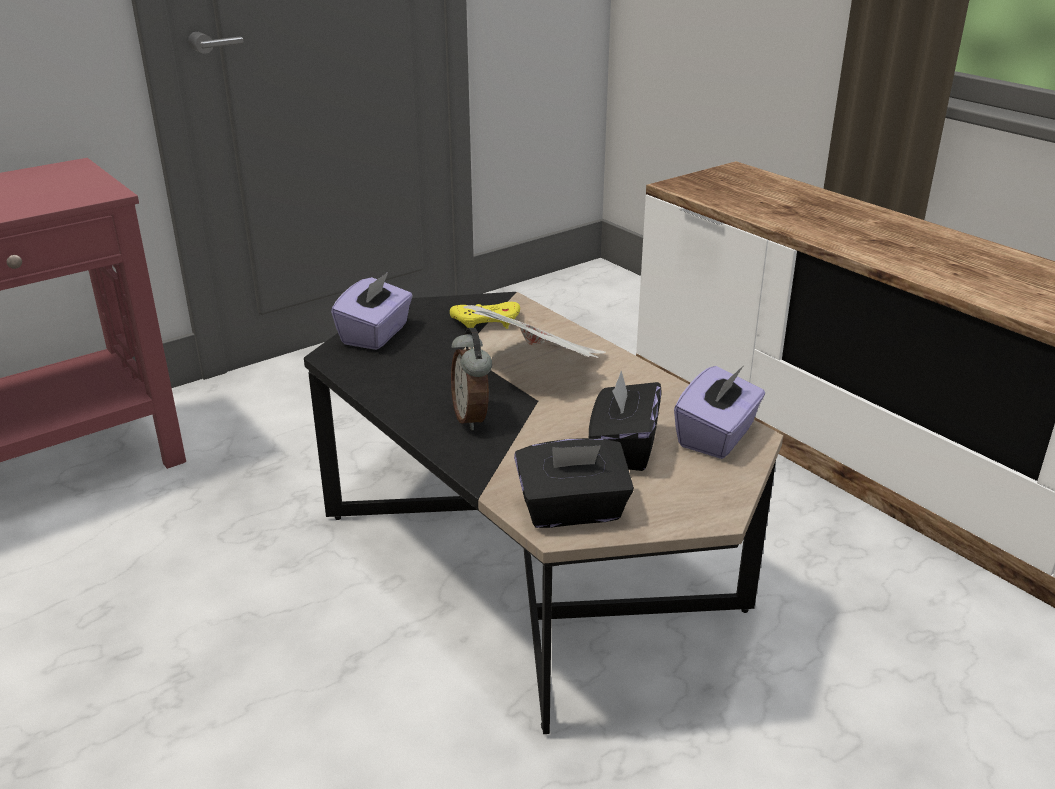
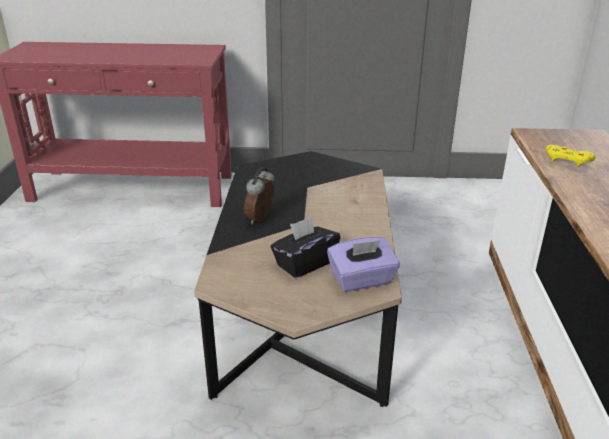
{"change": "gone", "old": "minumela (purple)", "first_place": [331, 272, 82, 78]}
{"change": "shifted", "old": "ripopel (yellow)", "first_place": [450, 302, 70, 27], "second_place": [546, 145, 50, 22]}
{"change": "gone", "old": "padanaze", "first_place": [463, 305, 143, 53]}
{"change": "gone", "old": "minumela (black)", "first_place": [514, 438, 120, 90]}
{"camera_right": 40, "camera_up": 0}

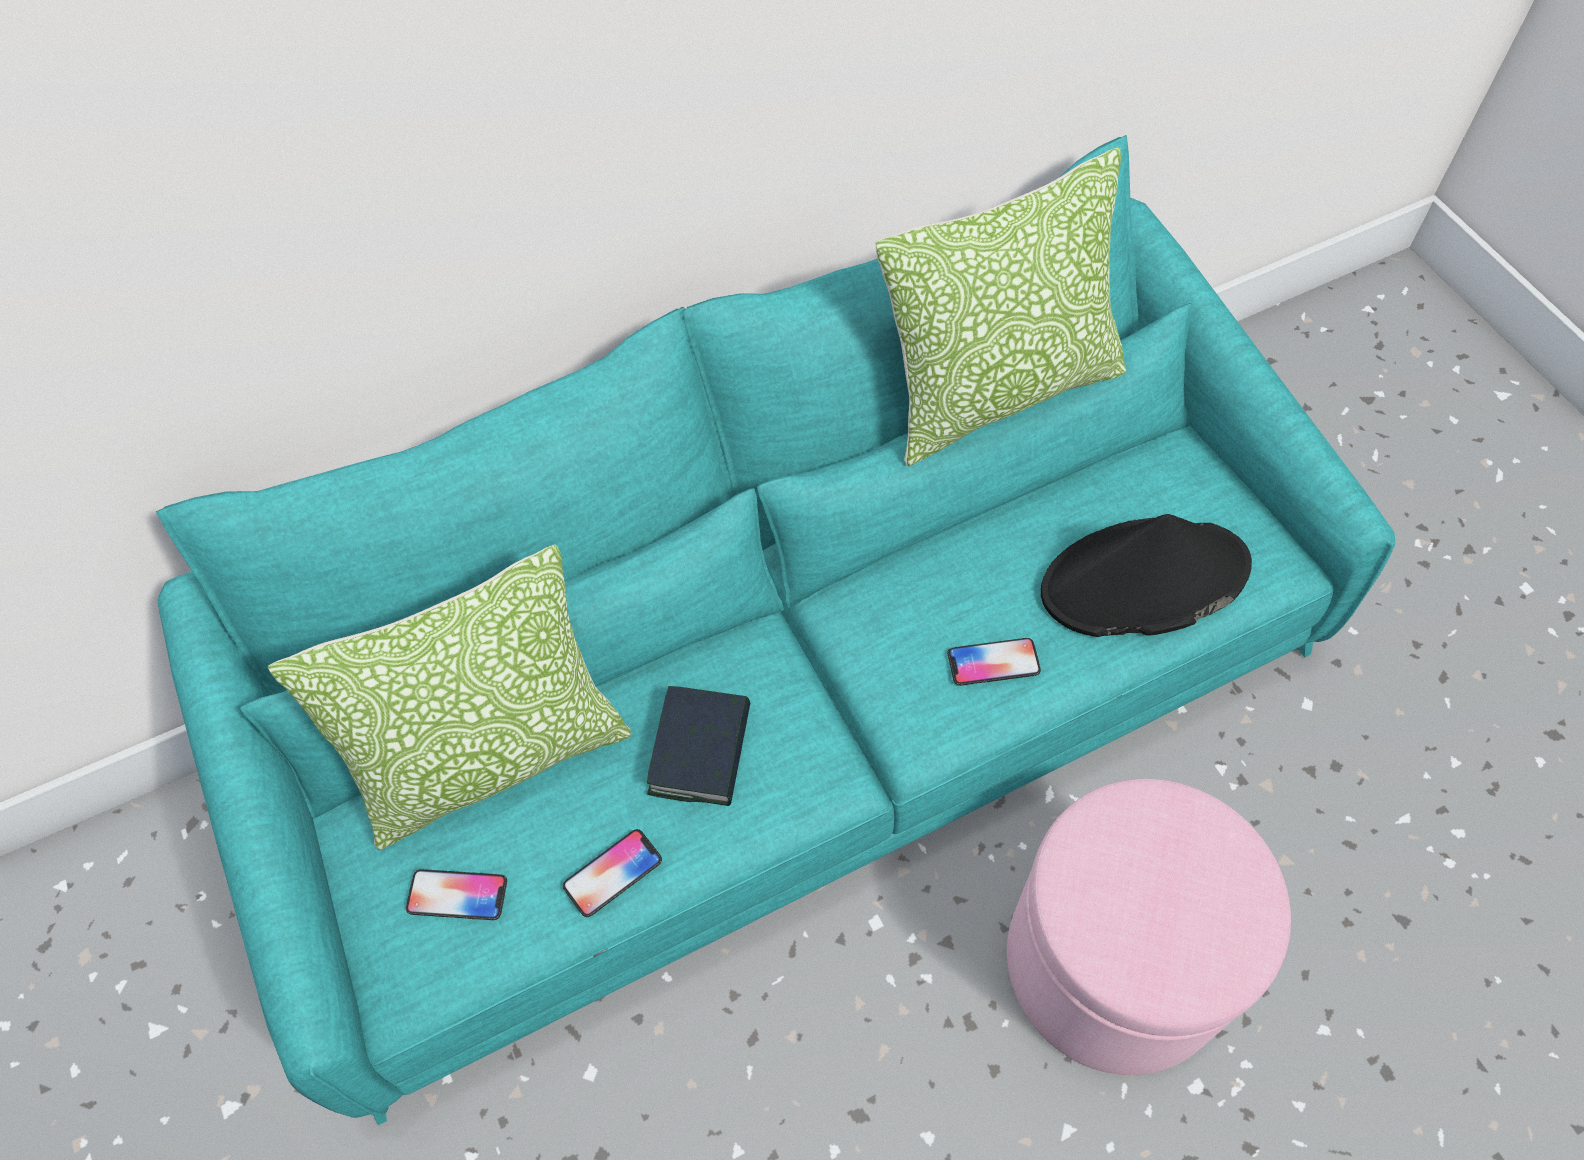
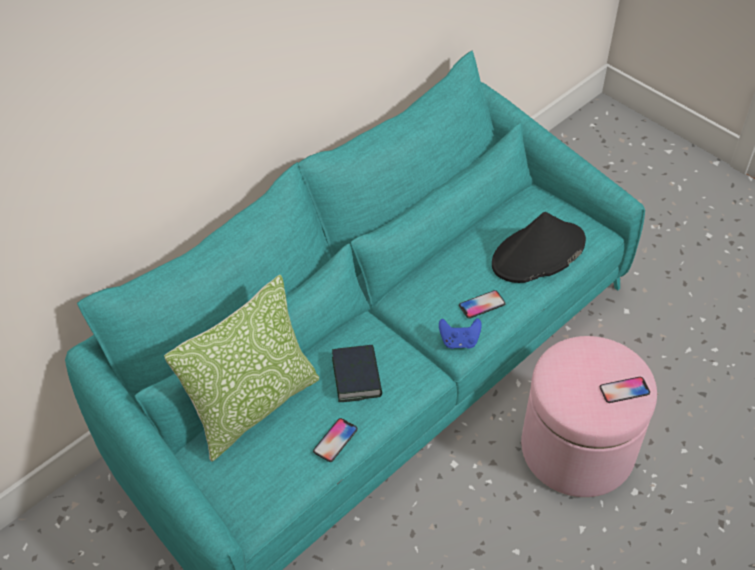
{"change": "shifted", "old": "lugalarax", "first_place": [406, 869, 101, 51], "second_place": [600, 377, 50, 26]}
{"change": "gone", "old": "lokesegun", "first_place": [875, 147, 251, 319]}
{"change": "new", "new": "ripopel (blue)", "second_place": [439, 318, 43, 31]}
{"camera_right": -20, "camera_up": -10}

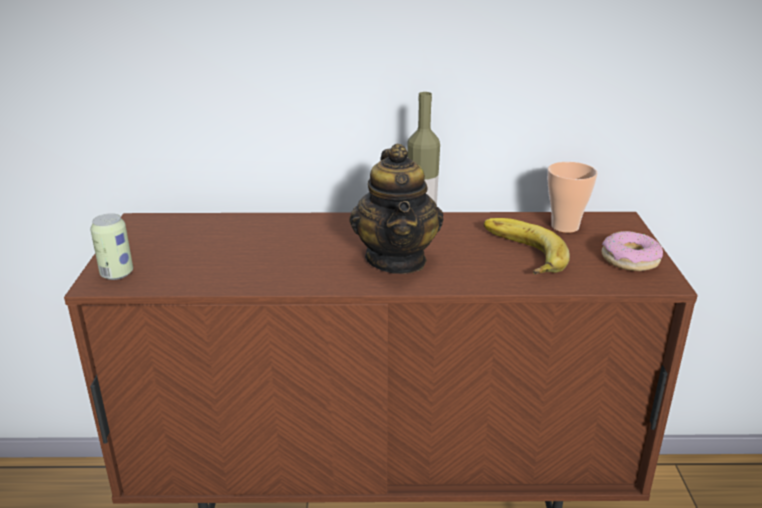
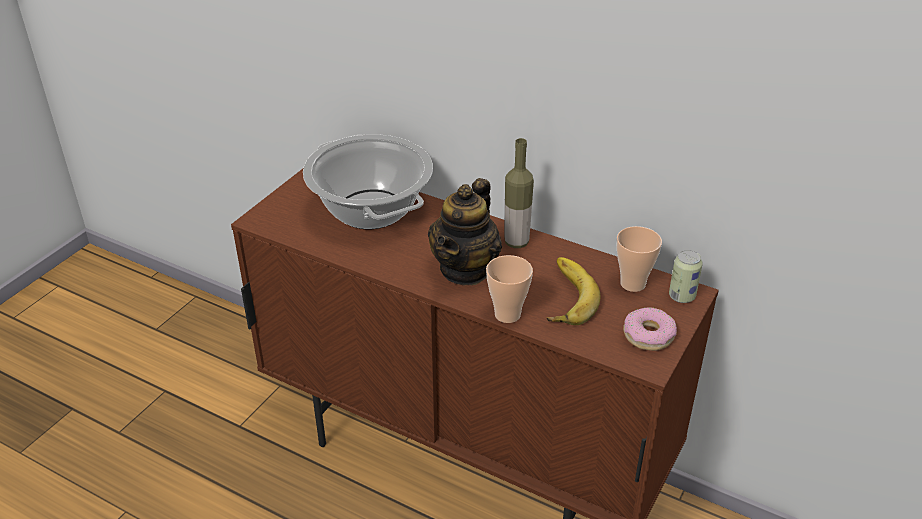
{"change": "shifted", "old": "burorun", "first_place": [90, 213, 43, 67], "second_place": [669, 250, 34, 53]}
{"change": "new", "new": "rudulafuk", "second_place": [303, 134, 130, 95]}
{"change": "new", "new": "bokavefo", "second_place": [486, 255, 47, 68]}
{"camera_right": 30, "camera_up": 10}

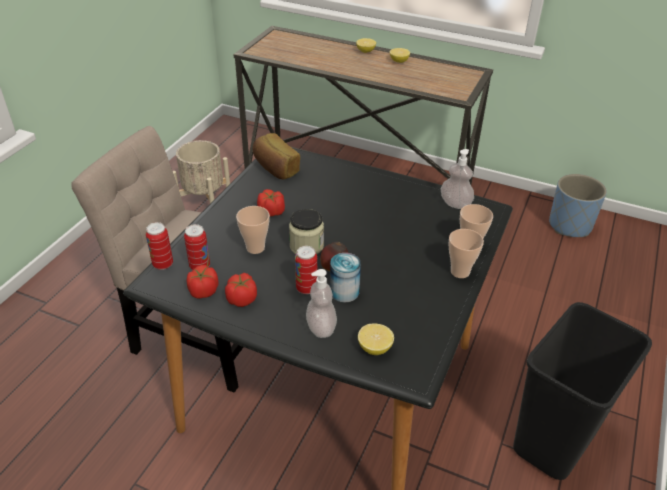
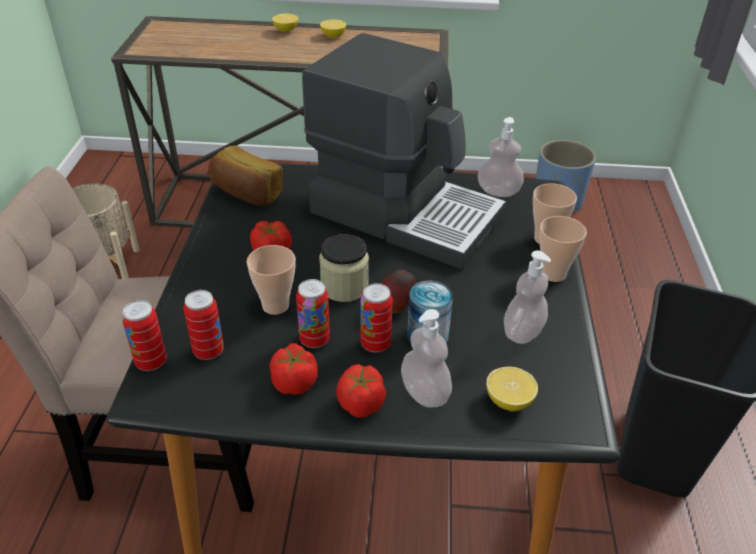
{"change": "shifted", "old": "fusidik", "first_place": [186, 265, 33, 34], "second_place": [337, 364, 49, 54]}
{"change": "new", "new": "burorun", "second_place": [296, 279, 34, 69]}
{"change": "new", "new": "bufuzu", "second_place": [302, 33, 204, 236]}
{"change": "new", "new": "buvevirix", "second_place": [504, 251, 47, 93]}
{"camera_right": -20, "camera_up": 0}

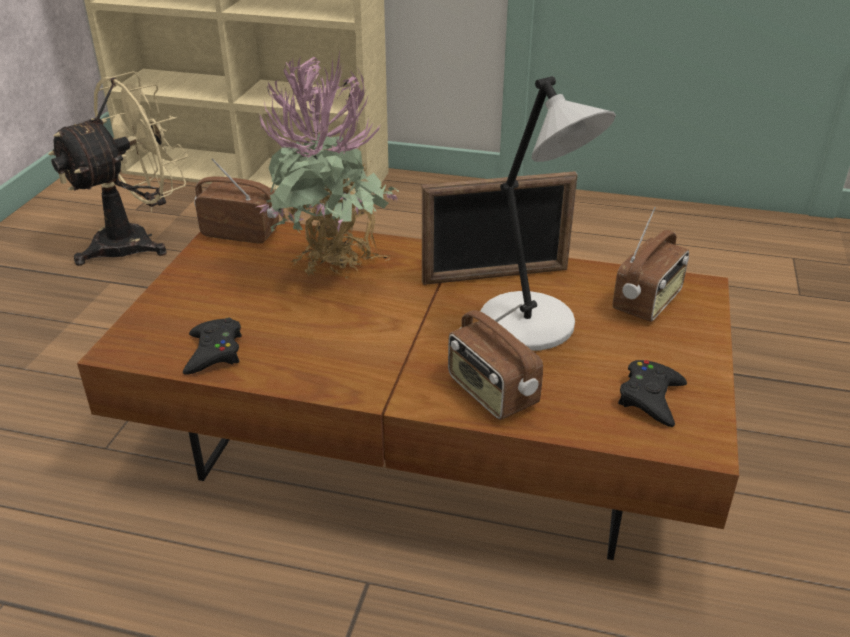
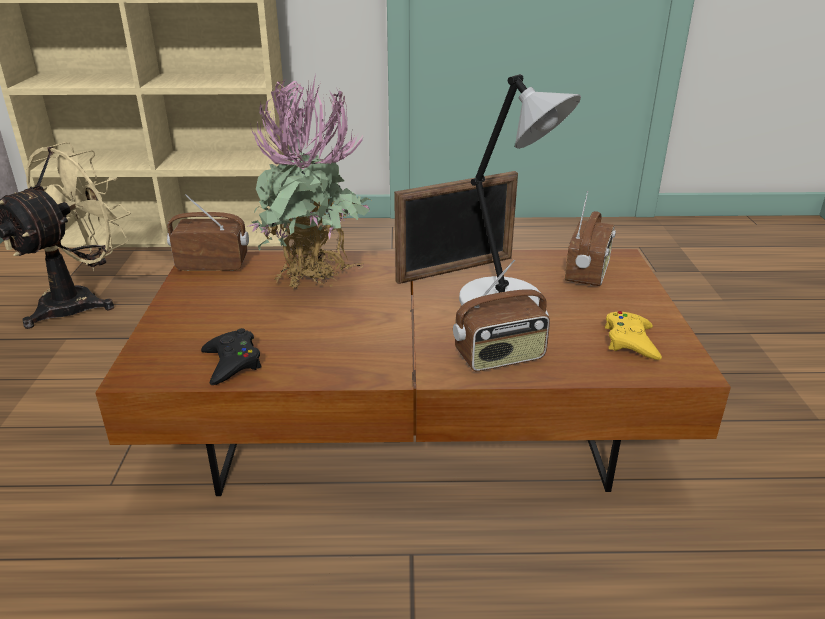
{"change": "rotated", "old": "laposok", "first_place": [448, 303, 95, 117], "second_place": [453, 260, 97, 111], "degrees": -60}
{"change": "repainted", "old": "ripopel (black)", "new": "ripopel (yellow)", "first_place": [618, 360, 69, 67], "second_place": [605, 311, 57, 49]}
{"camera_right": -15, "camera_up": -5}

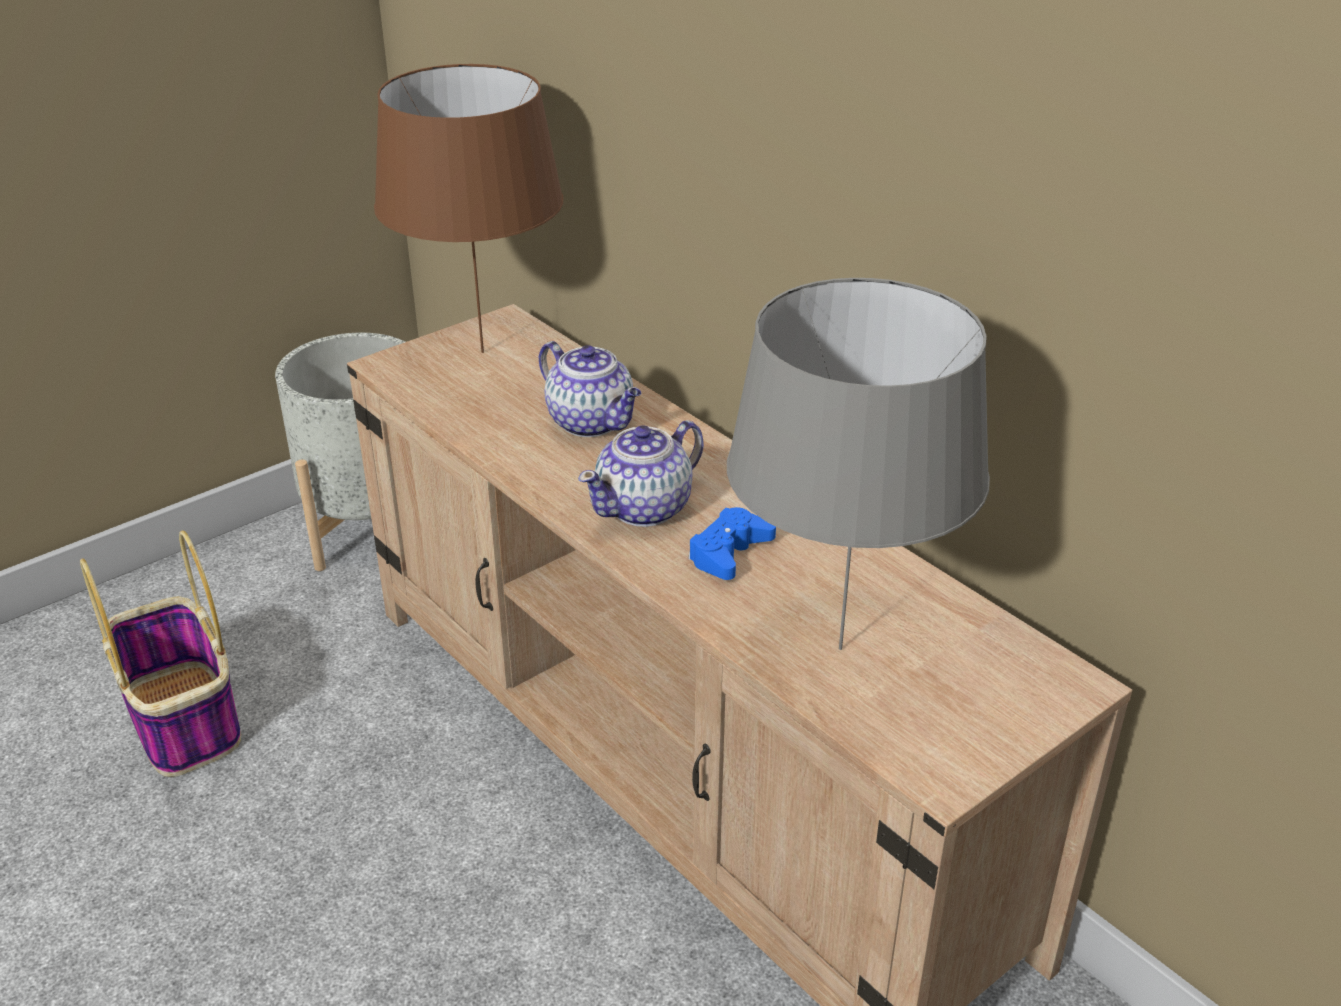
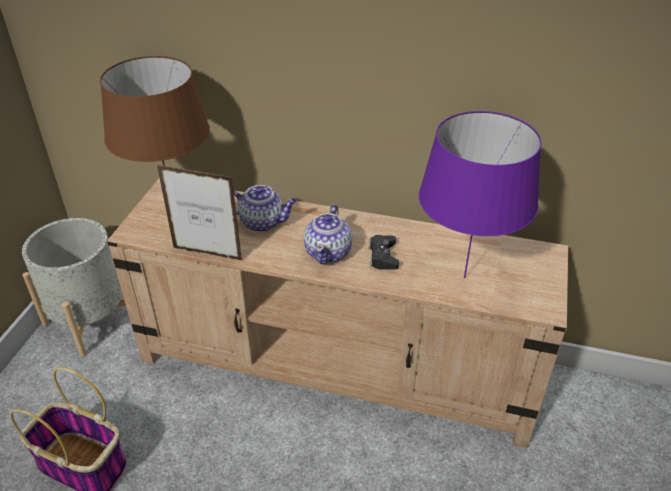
{"change": "repainted", "old": "ripopel (blue)", "new": "ripopel (black)", "first_place": [688, 507, 88, 73], "second_place": [369, 235, 30, 34]}
{"change": "repainted", "old": "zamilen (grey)", "new": "zamilen (purple)", "first_place": [727, 278, 263, 372], "second_place": [419, 111, 123, 167]}
{"change": "new", "new": "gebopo", "second_place": [157, 165, 85, 95]}
{"camera_right": -35, "camera_up": 5}

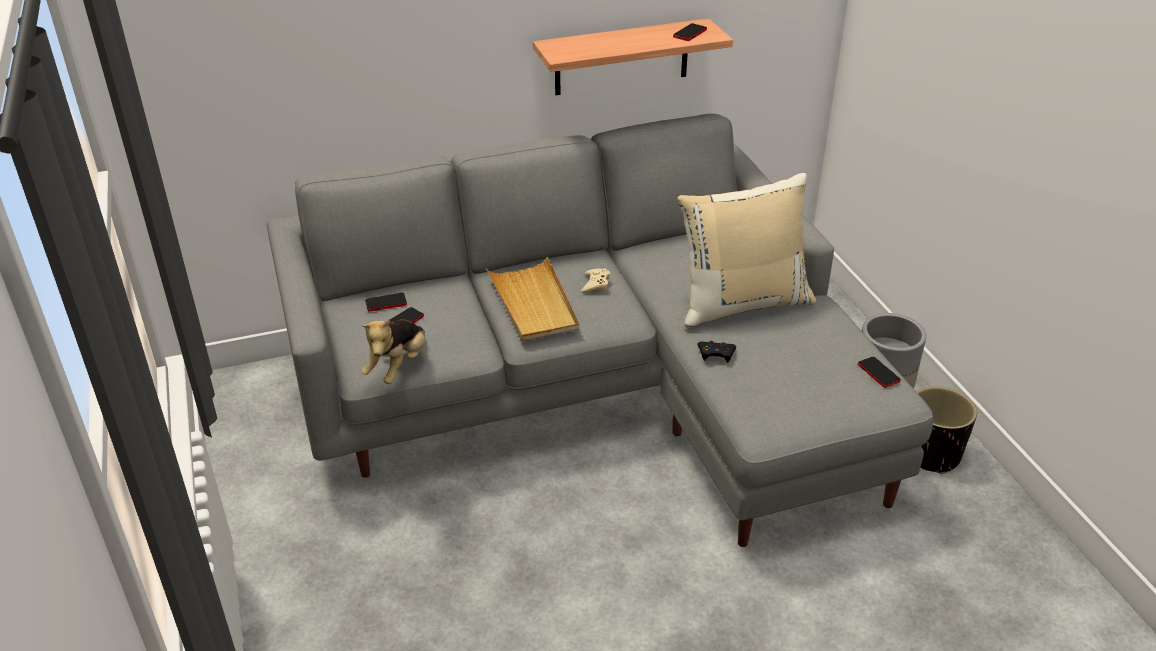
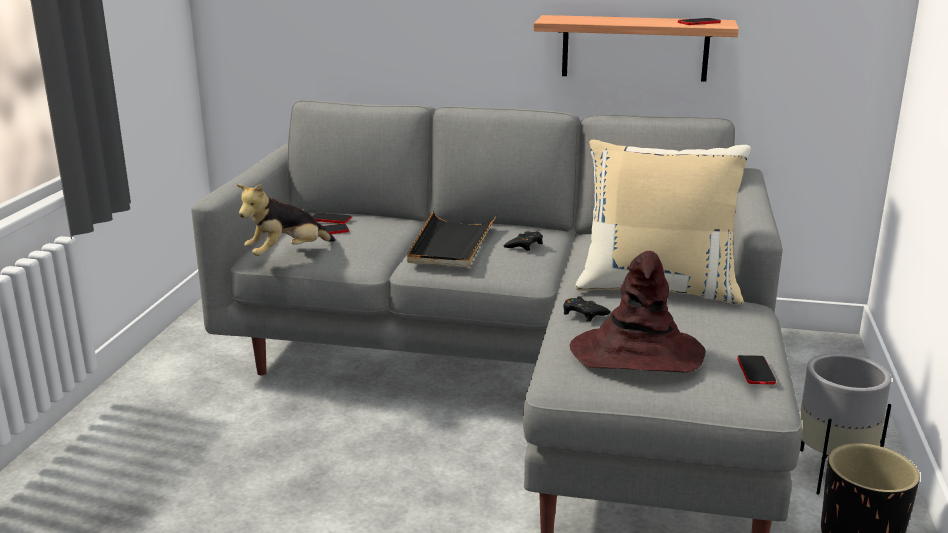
{"change": "repainted", "old": "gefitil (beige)", "new": "gefitil (black)", "first_place": [486, 257, 93, 84], "second_place": [407, 211, 89, 57]}
{"change": "repainted", "old": "ripopel (beige)", "new": "ripopel (black)", "first_place": [581, 268, 29, 25], "second_place": [504, 231, 39, 20]}
{"change": "new", "new": "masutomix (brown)", "second_place": [570, 251, 136, 122]}
{"camera_right": 30, "camera_up": -15}

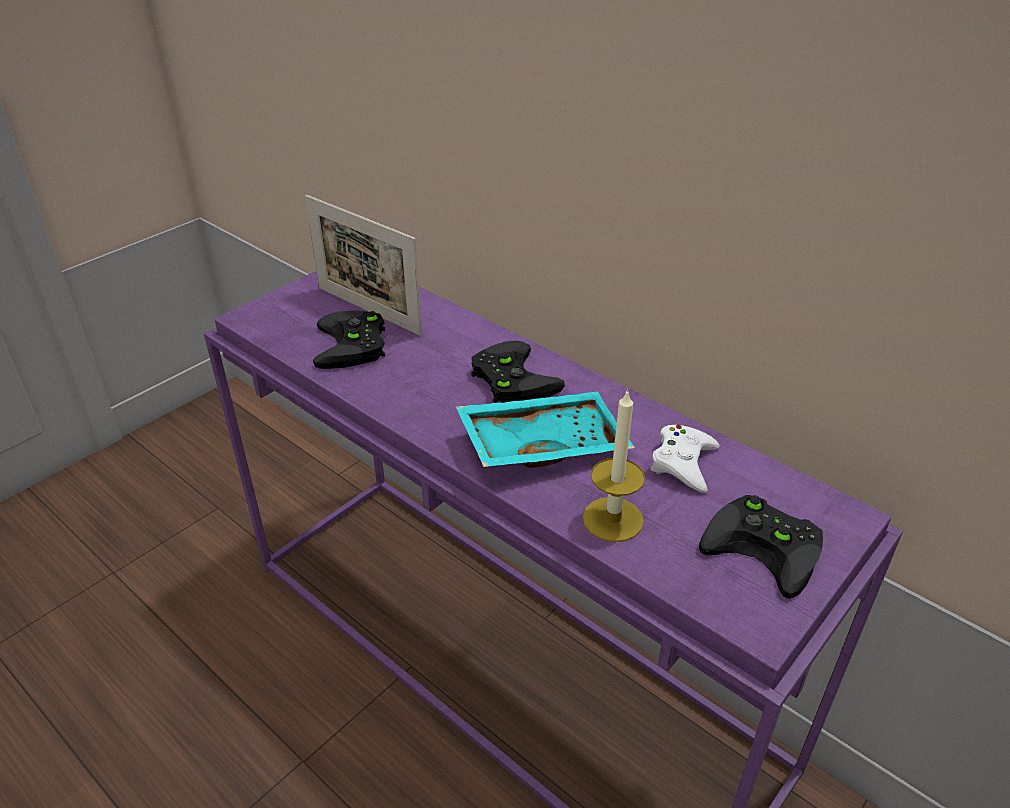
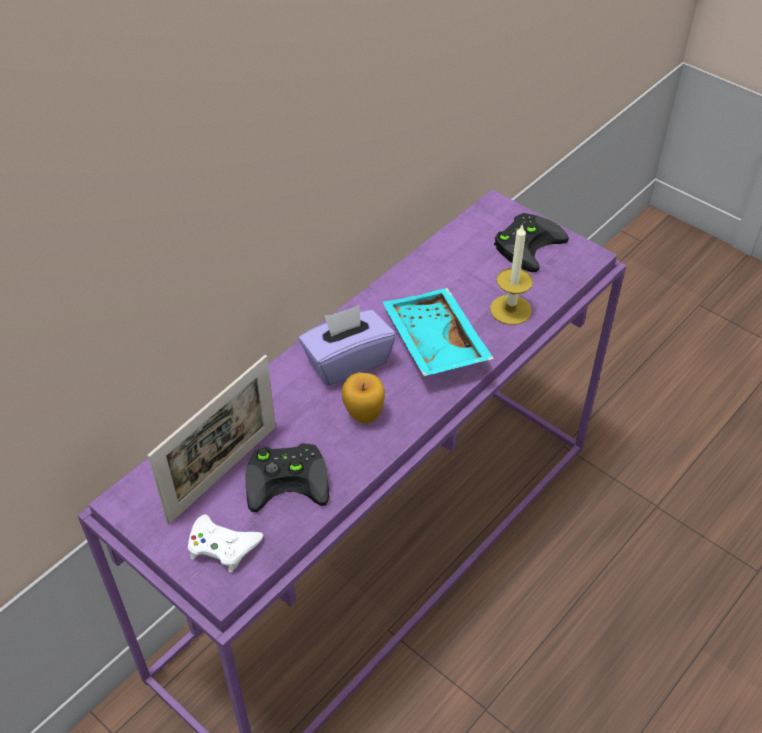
{"change": "swapped", "old": "ripopel (black)", "new": "minumela (purple)", "first_place": [471, 341, 94, 62], "second_place": [299, 305, 97, 81]}
{"change": "shifted", "old": "ripopel (white)", "first_place": [651, 425, 69, 68], "second_place": [188, 515, 75, 57]}
{"change": "new", "new": "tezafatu", "second_place": [342, 372, 43, 51]}
{"camera_right": -90, "camera_up": 10}

